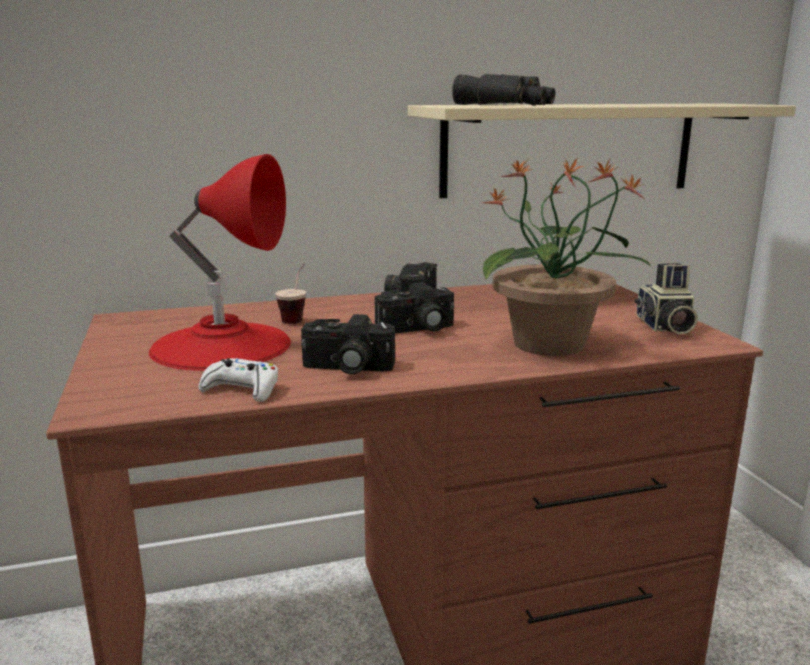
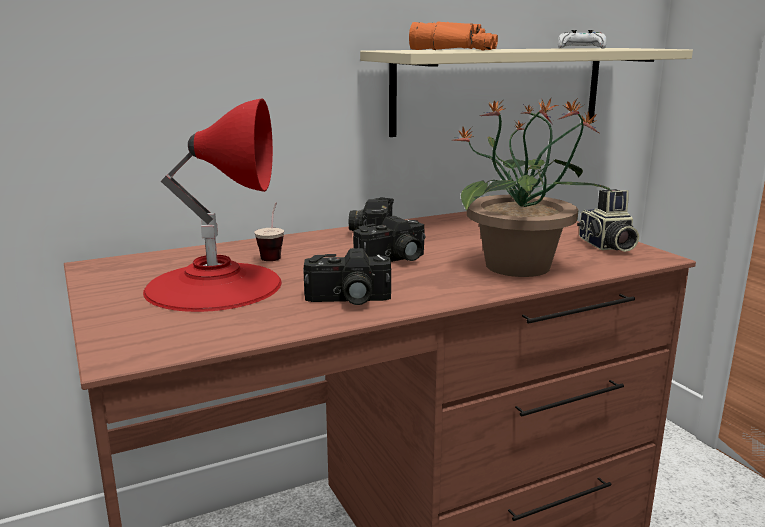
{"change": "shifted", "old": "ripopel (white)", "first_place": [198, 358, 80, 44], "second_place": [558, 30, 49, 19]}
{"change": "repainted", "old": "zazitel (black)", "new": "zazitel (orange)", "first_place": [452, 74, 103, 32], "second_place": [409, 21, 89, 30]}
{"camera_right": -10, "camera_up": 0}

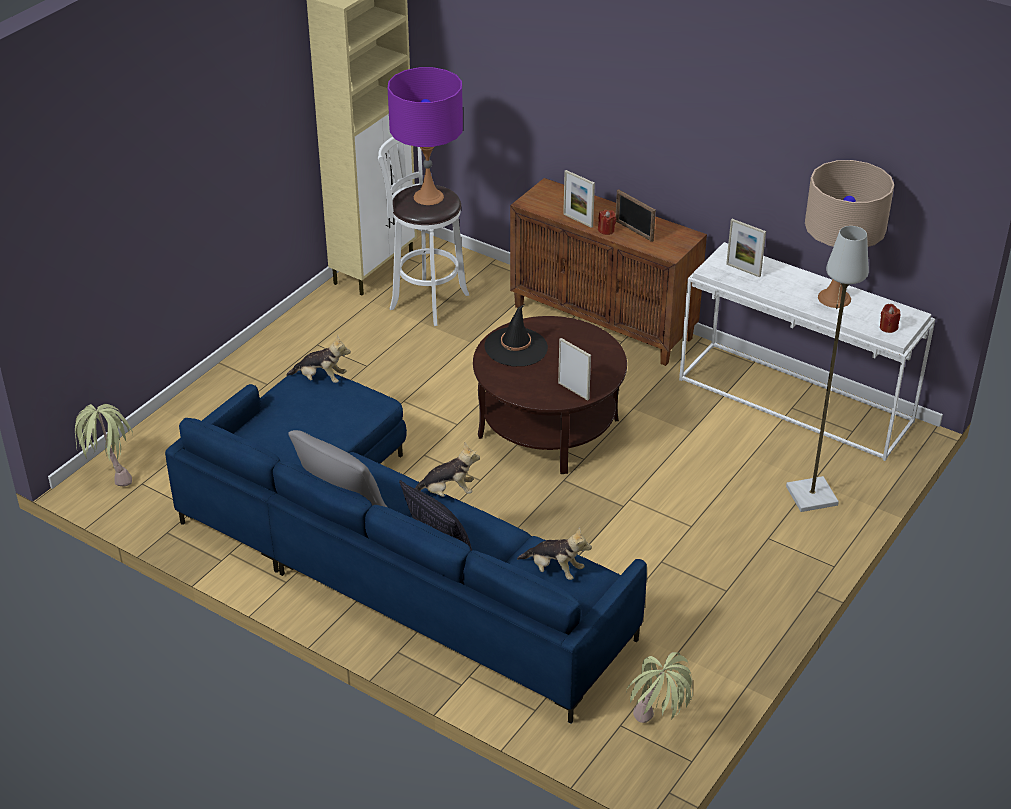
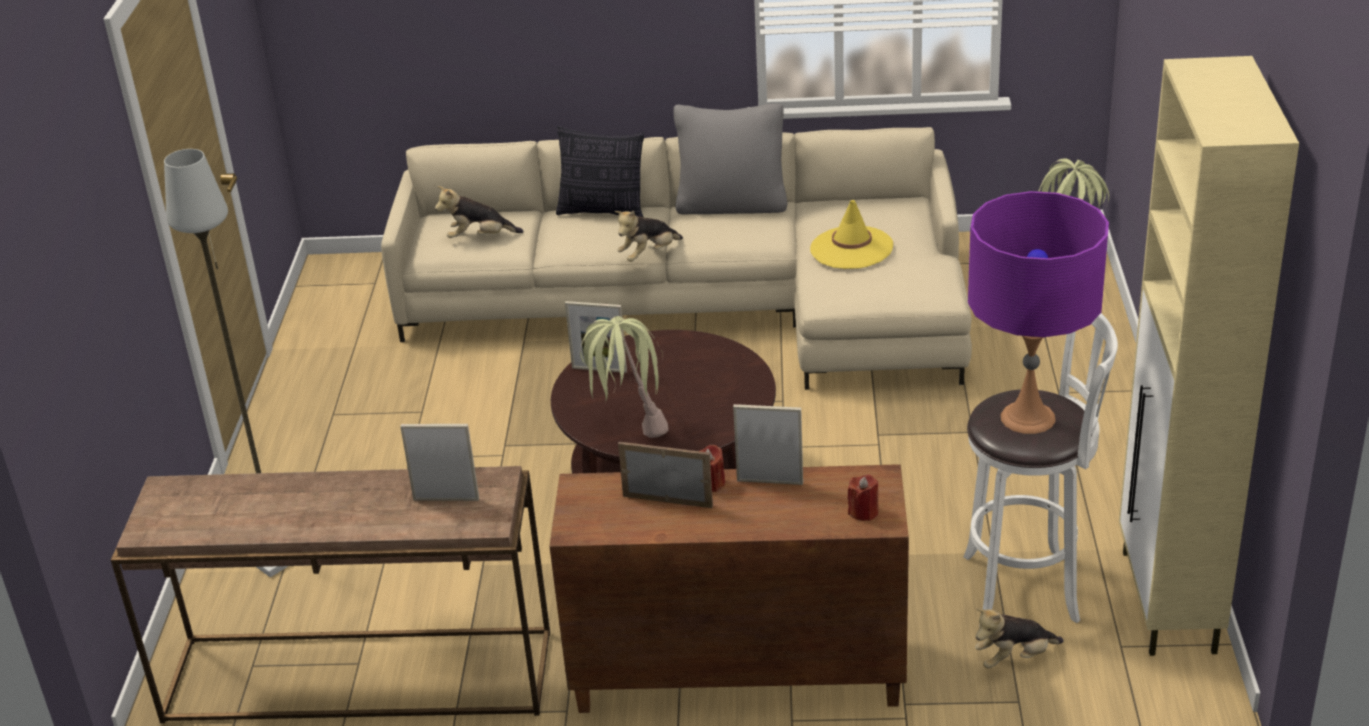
{"change": "repainted", "old": "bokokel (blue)", "new": "bokokel (beige)", "first_place": [165, 368, 482, 355], "second_place": [381, 127, 591, 263]}
{"change": "shifted", "old": "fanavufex", "first_place": [286, 335, 65, 48], "second_place": [975, 608, 89, 61]}
{"change": "gone", "old": "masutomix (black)", "first_place": [484, 304, 64, 62]}
{"change": "shifted", "old": "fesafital", "first_place": [626, 652, 67, 71], "second_place": [580, 316, 88, 122]}
{"change": "repainted", "old": "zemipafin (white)", "new": "zemipafin (brown)", "first_place": [679, 242, 256, 219], "second_place": [111, 466, 439, 257]}
{"change": "gone", "old": "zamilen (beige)", "first_place": [805, 160, 89, 148]}
{"change": "shifted", "old": "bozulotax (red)", "first_place": [880, 304, 21, 29], "second_place": [848, 474, 31, 47]}
{"change": "new", "new": "masutomix (yellow)", "second_place": [810, 200, 83, 69]}
{"camera_right": 150, "camera_up": -5}

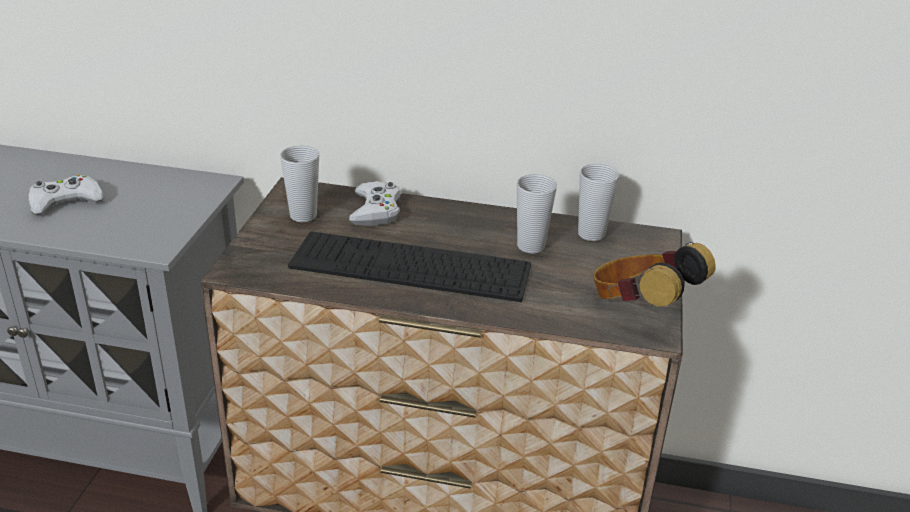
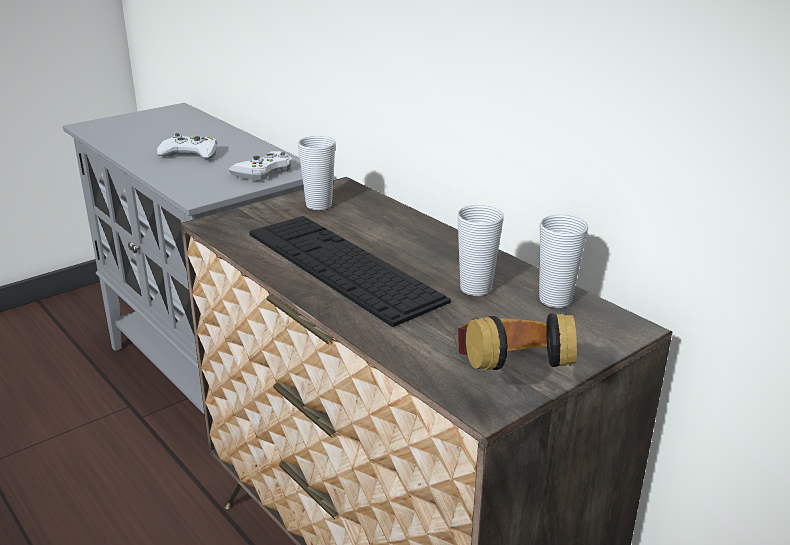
{"change": "shifted", "old": "ripopel (white)", "first_place": [349, 181, 53, 45], "second_place": [228, 151, 64, 30]}
{"camera_right": 40, "camera_up": -5}

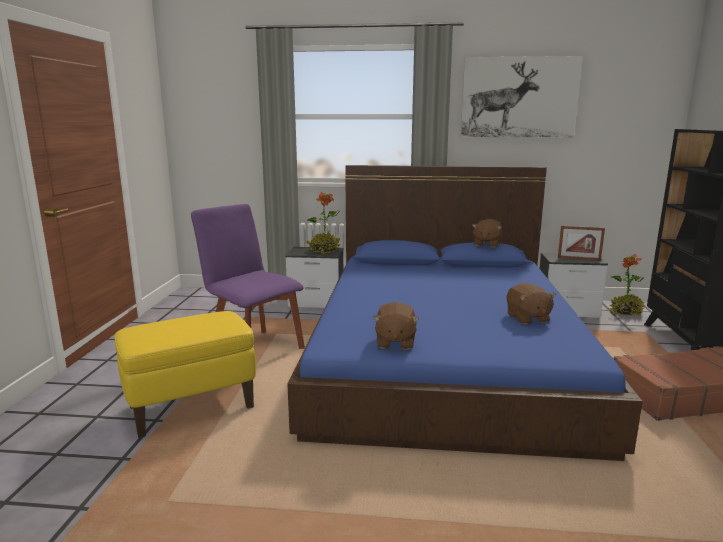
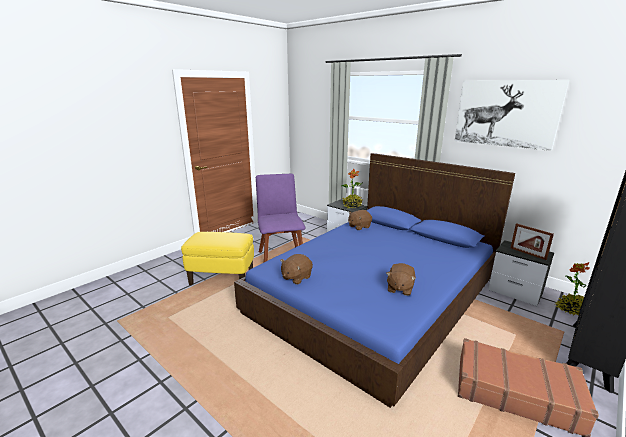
{"change": "shifted", "old": "fanavufex (brown)", "first_place": [472, 219, 30, 29], "second_place": [348, 210, 24, 20]}
{"camera_right": 35, "camera_up": 5}

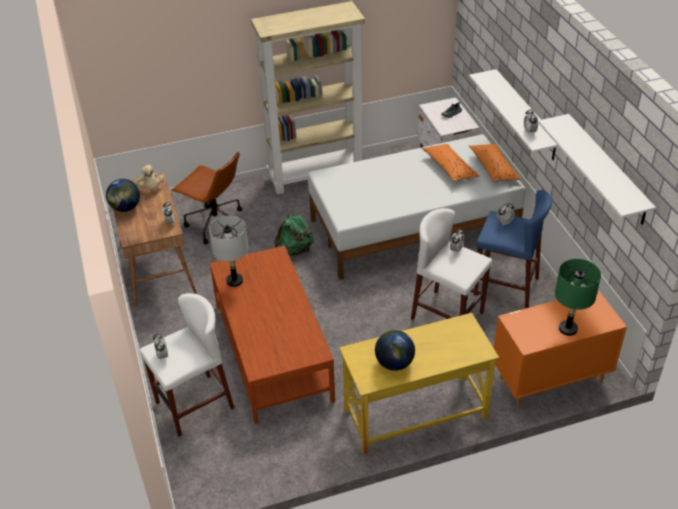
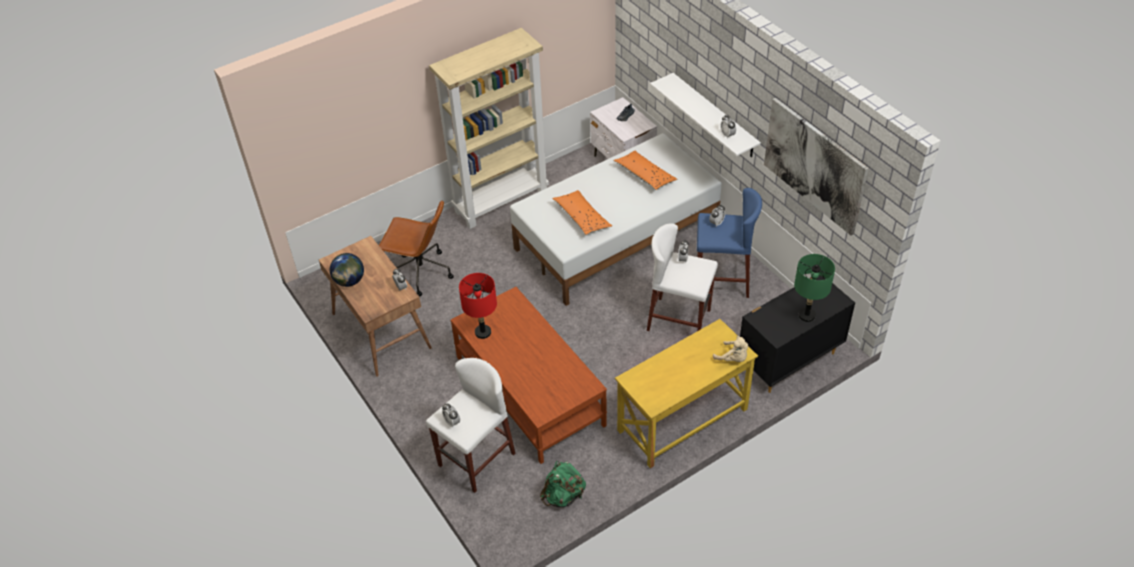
{"change": "shifted", "old": "fanavufex (beige)", "first_place": [134, 165, 30, 25], "second_place": [713, 336, 35, 26]}
{"change": "repainted", "old": "zamilen (grey)", "new": "zamilen (red)", "first_place": [209, 216, 39, 71], "second_place": [459, 273, 38, 66]}
{"change": "shifted", "old": "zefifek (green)", "first_place": [274, 211, 40, 44], "second_place": [540, 461, 46, 46]}
{"change": "gone", "old": "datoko", "first_place": [375, 330, 40, 41]}
{"change": "shifted", "old": "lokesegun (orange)", "first_place": [469, 144, 52, 38], "second_place": [552, 190, 60, 45]}
{"change": "repainted", "old": "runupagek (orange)", "new": "runupagek (black)", "first_place": [494, 290, 133, 117], "second_place": [740, 275, 115, 118]}
{"change": "swapped", "old": "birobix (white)", "new": "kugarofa", "first_place": [538, 114, 118, 111], "second_place": [764, 98, 105, 138]}
{"camera_right": -15, "camera_up": 5}

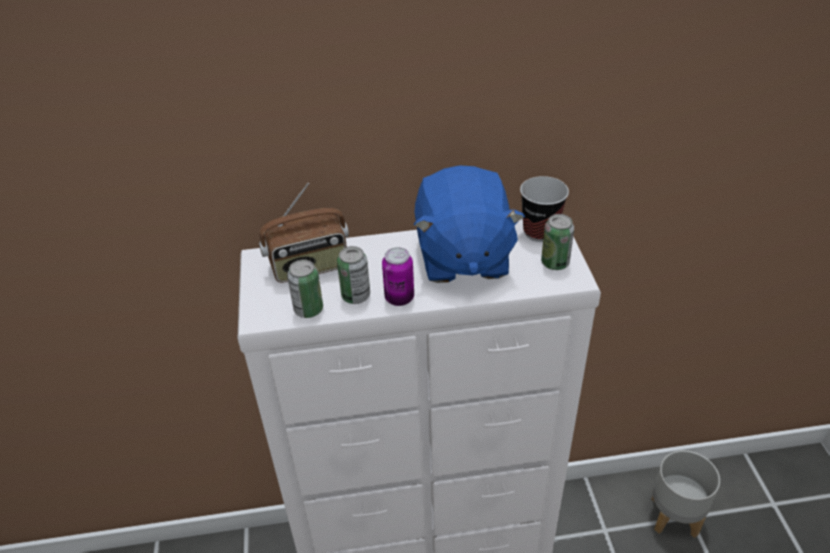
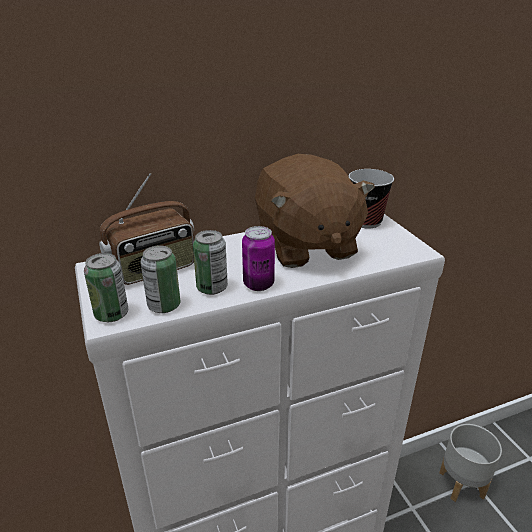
{"change": "repainted", "old": "fanavufex (blue)", "new": "fanavufex (brown)", "first_place": [413, 165, 112, 118], "second_place": [255, 154, 120, 114]}
{"change": "shifted", "old": "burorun", "first_place": [541, 214, 33, 56], "second_place": [84, 253, 44, 69]}
{"camera_right": -15, "camera_up": -10}

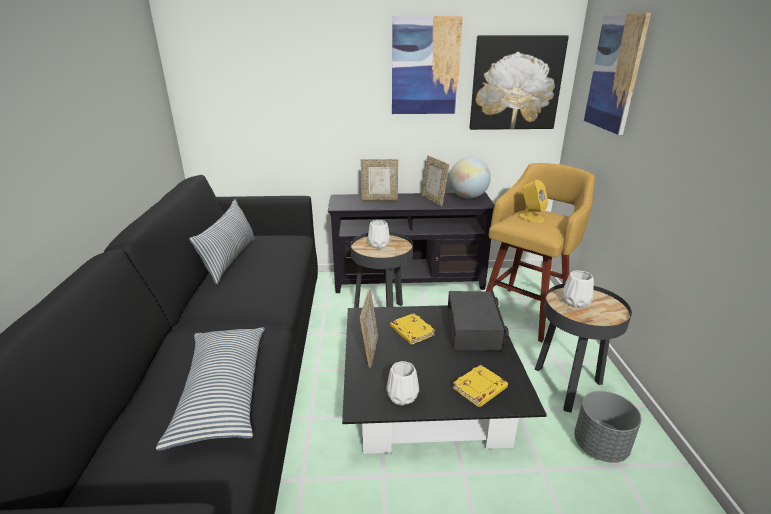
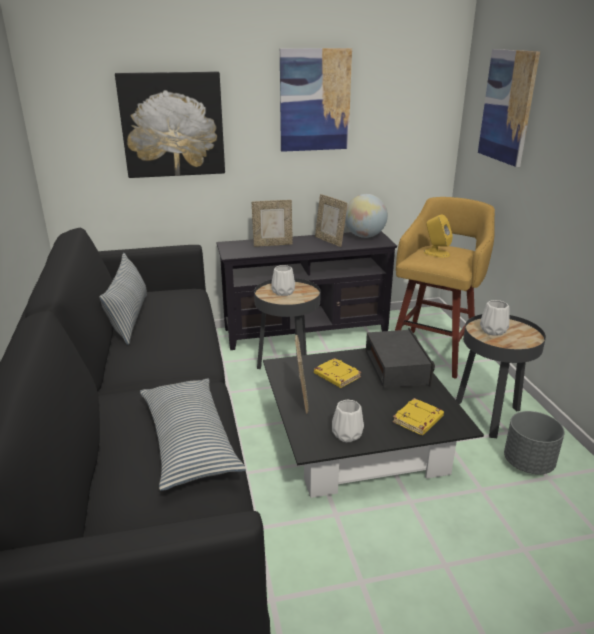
{"change": "shifted", "old": "kugarofa", "first_place": [470, 35, 99, 95], "second_place": [115, 71, 110, 107]}
{"camera_right": -10, "camera_up": 0}

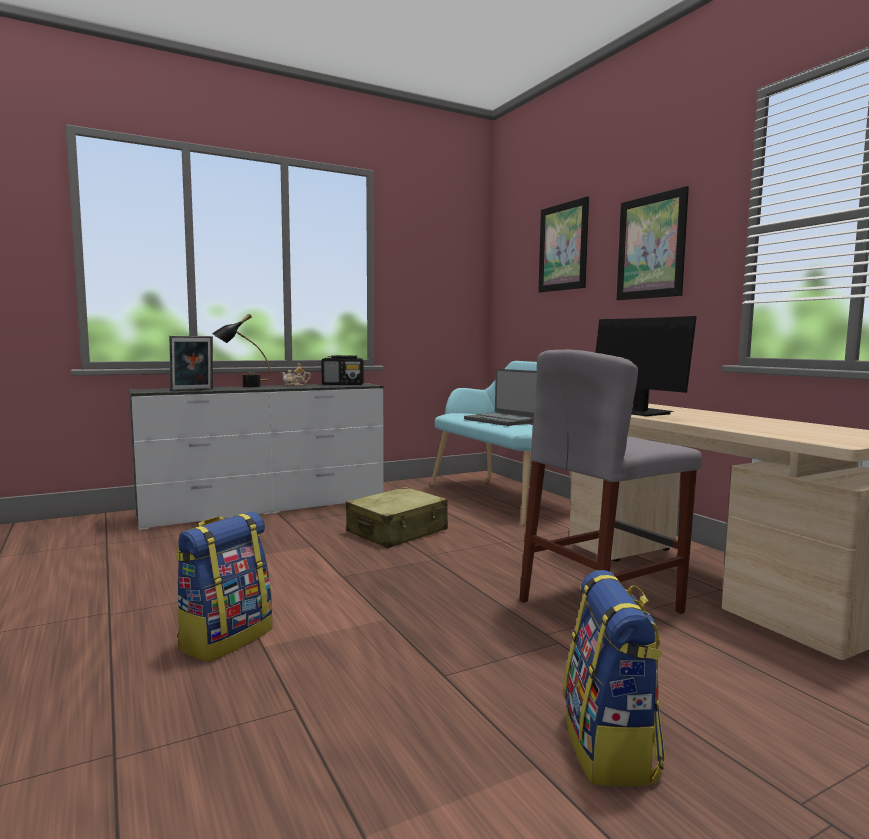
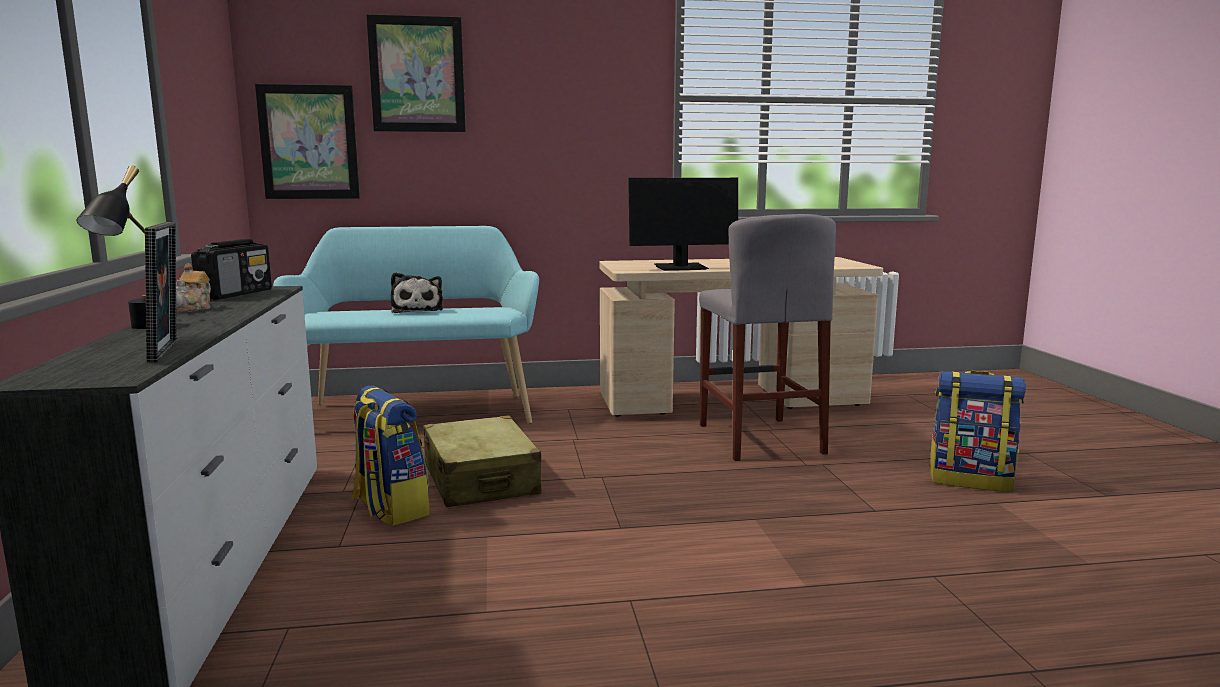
{"change": "shifted", "old": "zefifek", "first_place": [175, 512, 97, 150], "second_place": [352, 385, 78, 141]}
{"change": "swapped", "old": "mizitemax", "new": "fanavufex", "first_place": [464, 369, 73, 57], "second_place": [390, 272, 53, 41]}
{"change": "shifted", "old": "kugarofa", "first_place": [617, 186, 72, 114], "second_place": [255, 84, 105, 115]}
{"camera_right": -70, "camera_up": 5}

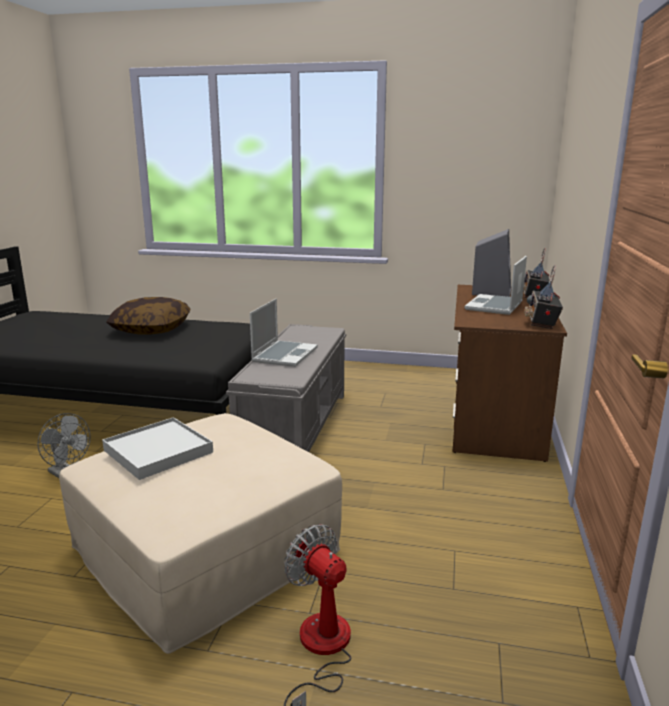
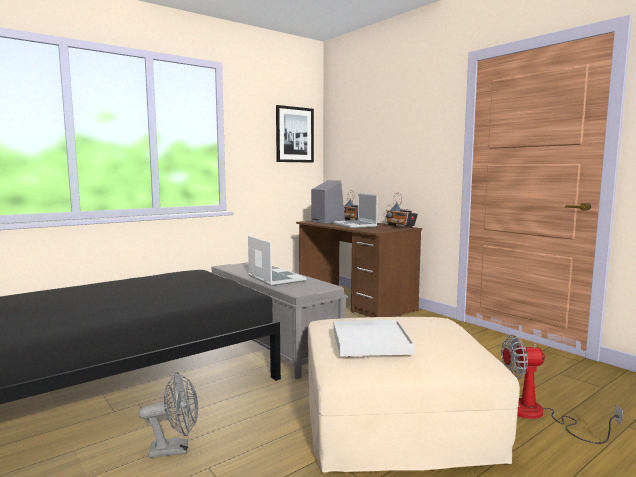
{"change": "gone", "old": "lokesegun", "first_place": [106, 297, 84, 38]}
{"change": "new", "new": "kugarofa", "second_place": [276, 105, 38, 58]}
{"camera_right": -50, "camera_up": -10}

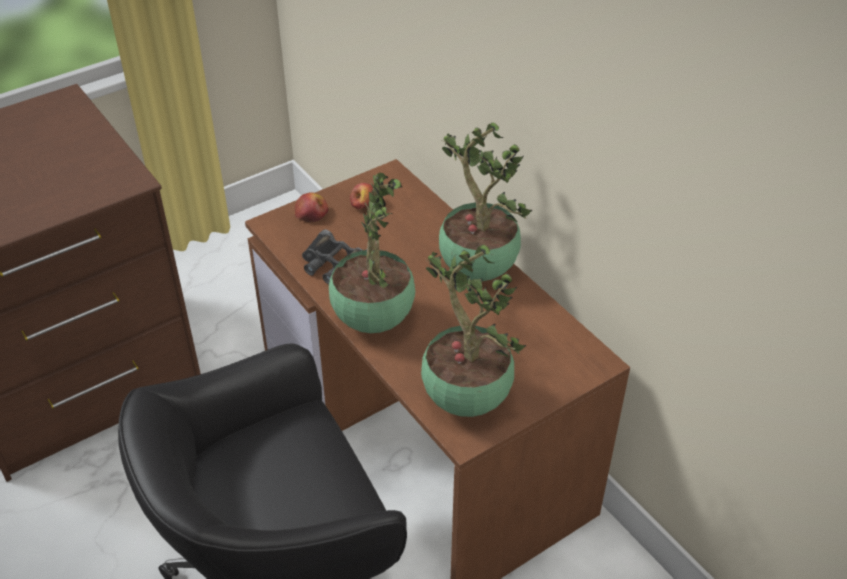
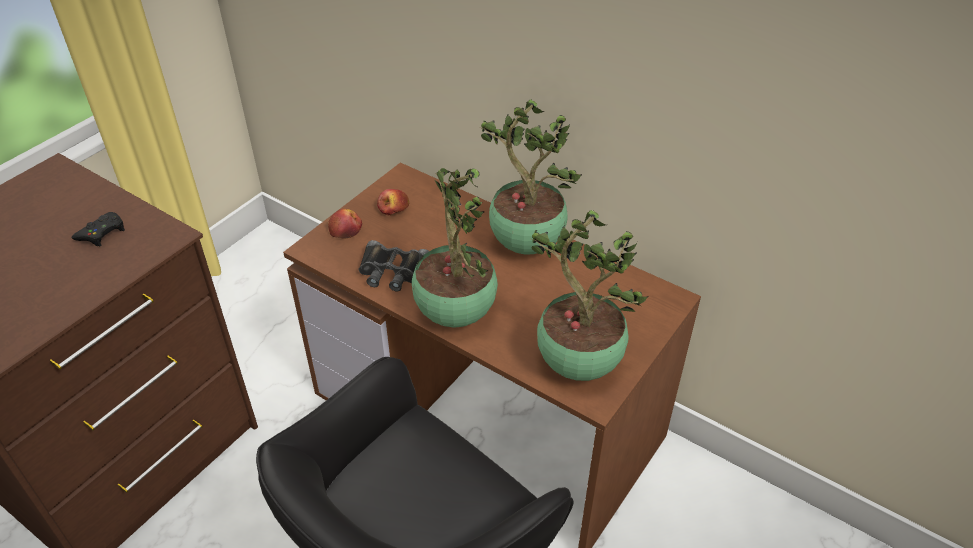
{"change": "new", "new": "ripopel (black)", "second_place": [72, 212, 53, 35]}
{"camera_right": -20, "camera_up": 0}

